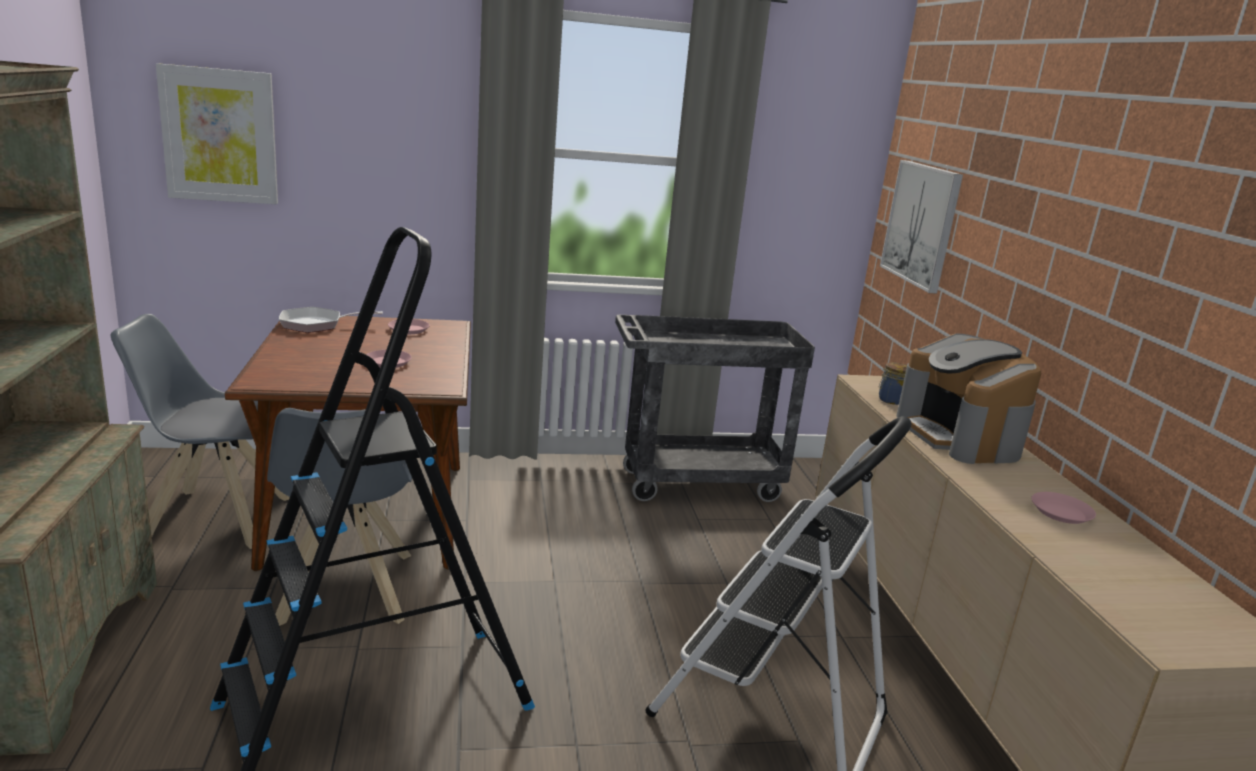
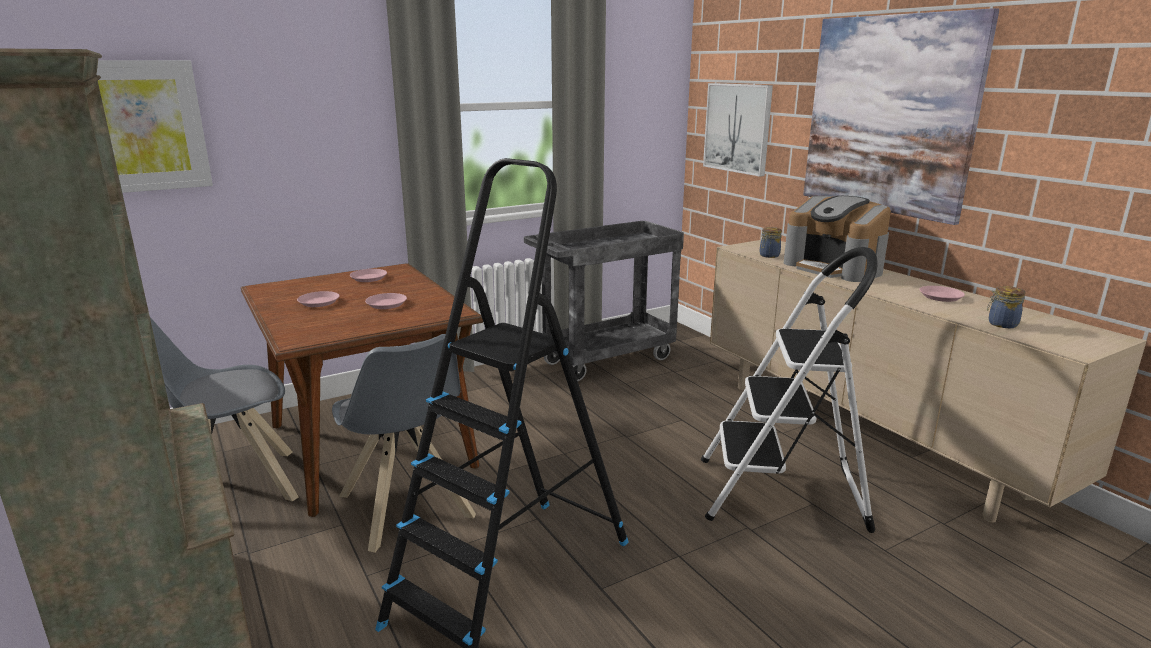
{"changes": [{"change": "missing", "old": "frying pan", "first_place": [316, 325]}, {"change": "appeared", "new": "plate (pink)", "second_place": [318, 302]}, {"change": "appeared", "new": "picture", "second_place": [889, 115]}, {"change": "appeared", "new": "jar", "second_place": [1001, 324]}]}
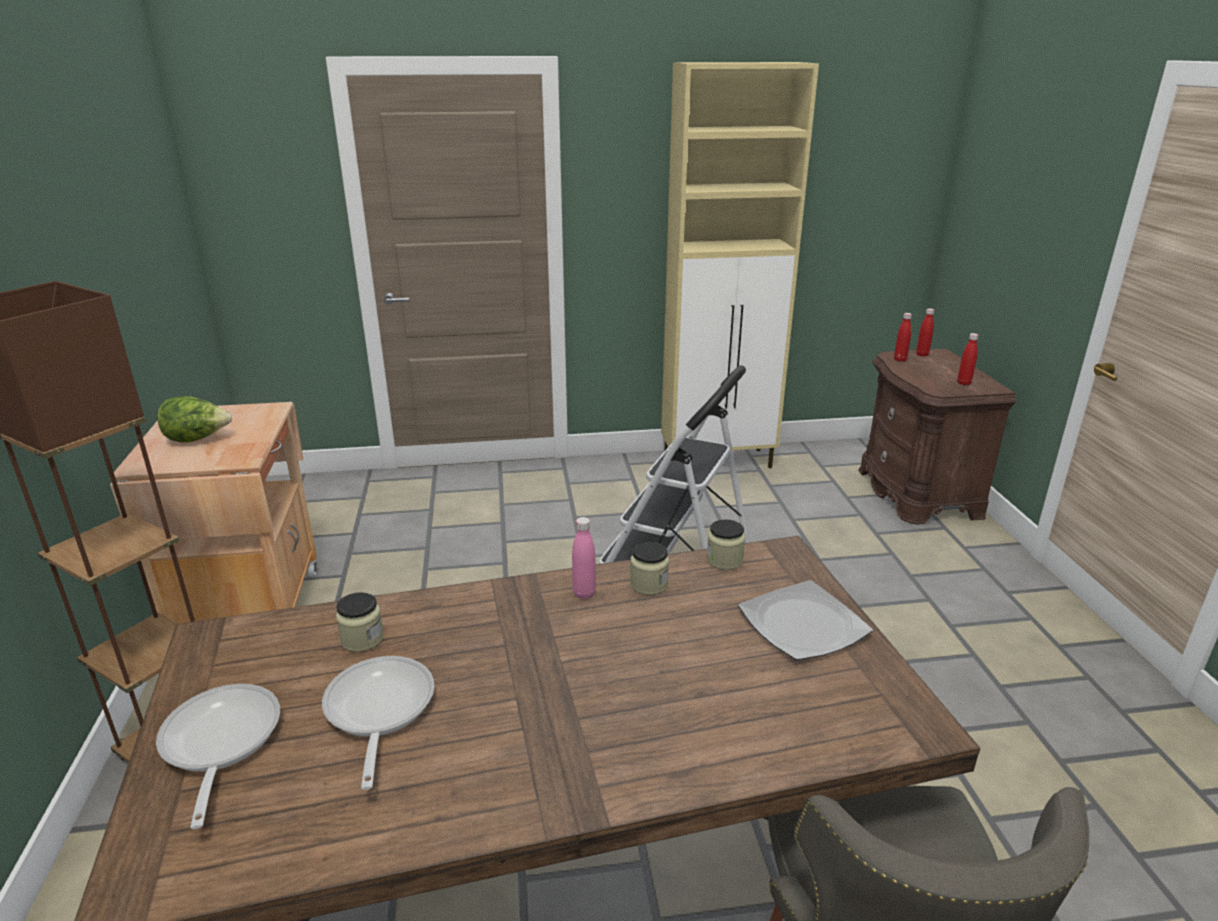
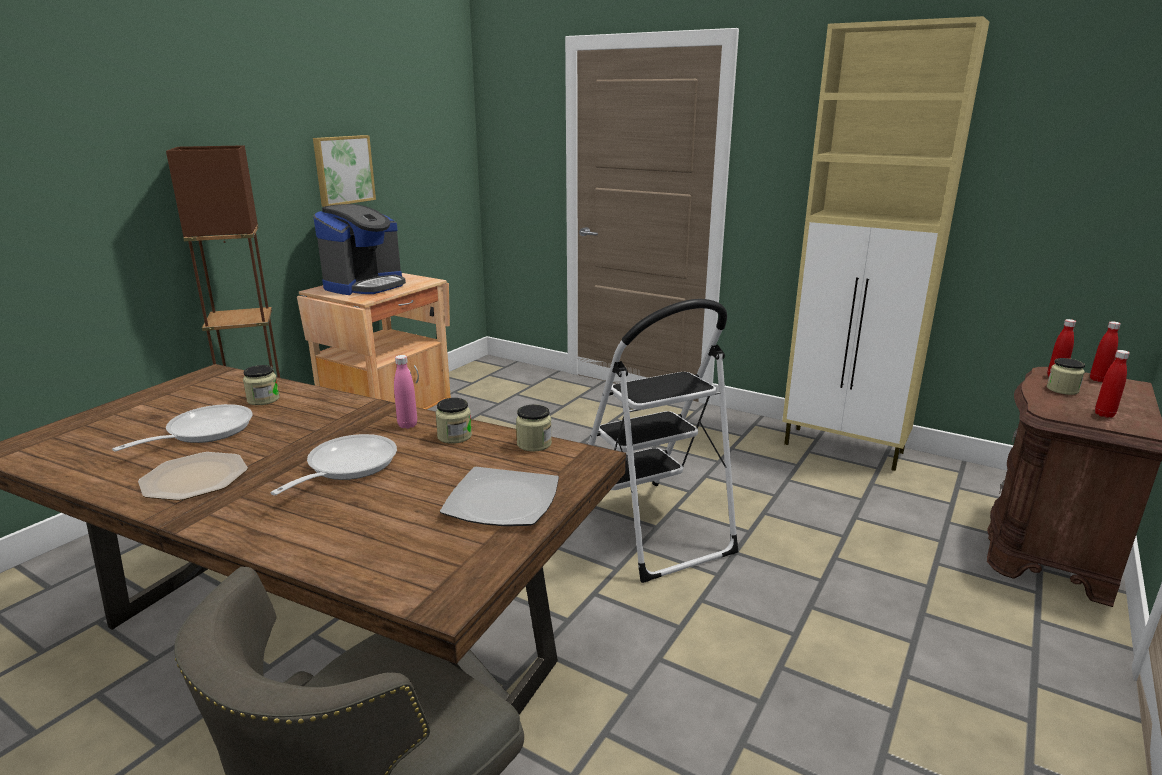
{"changes": [{"change": "appeared", "new": "plate", "second_place": [195, 478]}, {"change": "appeared", "new": "picture", "second_place": [343, 170]}, {"change": "appeared", "new": "jar", "second_place": [1062, 389]}, {"change": "relocated", "old": "frying pan", "first_place": [219, 744], "second_place": [346, 466]}, {"change": "exchanged", "old": "lettuce", "new": "coffee machine", "first_place": [198, 439], "second_place": [365, 285]}]}
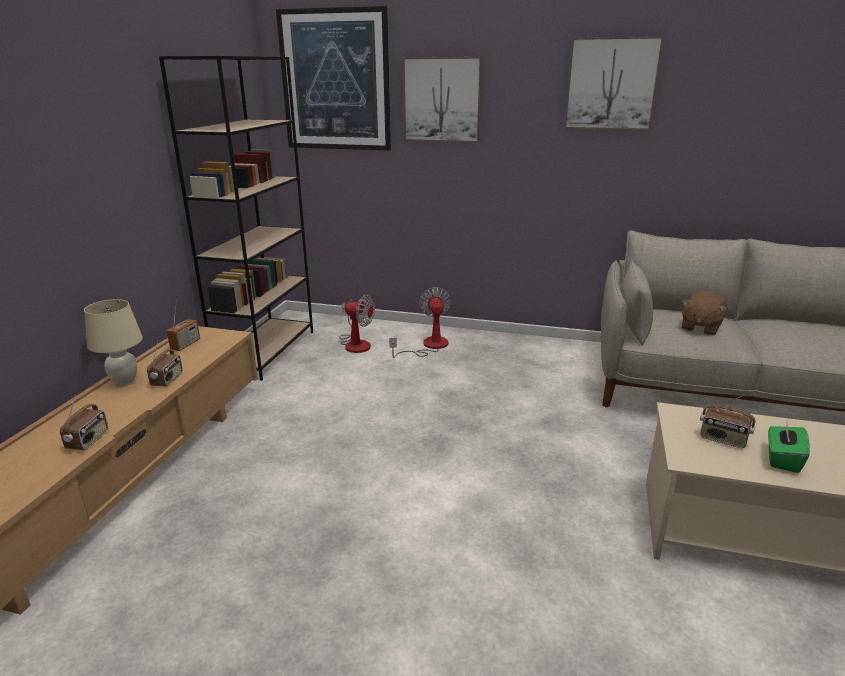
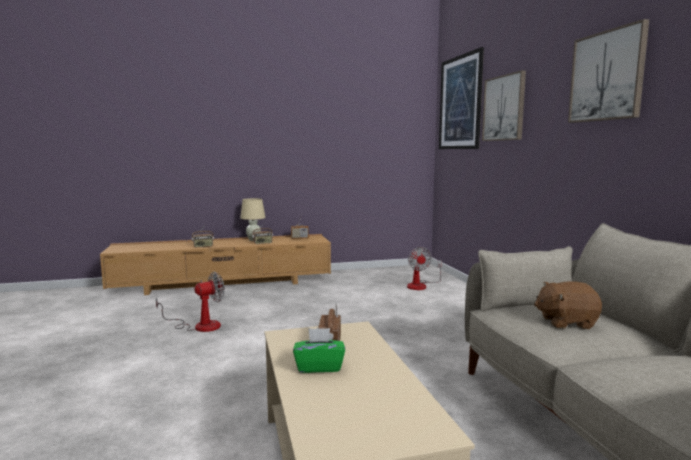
{"changes": [{"change": "missing", "old": "bookcase (beige)", "first_place": [266, 351]}, {"change": "relocated", "old": "fan", "first_place": [428, 346], "second_place": [199, 326]}]}
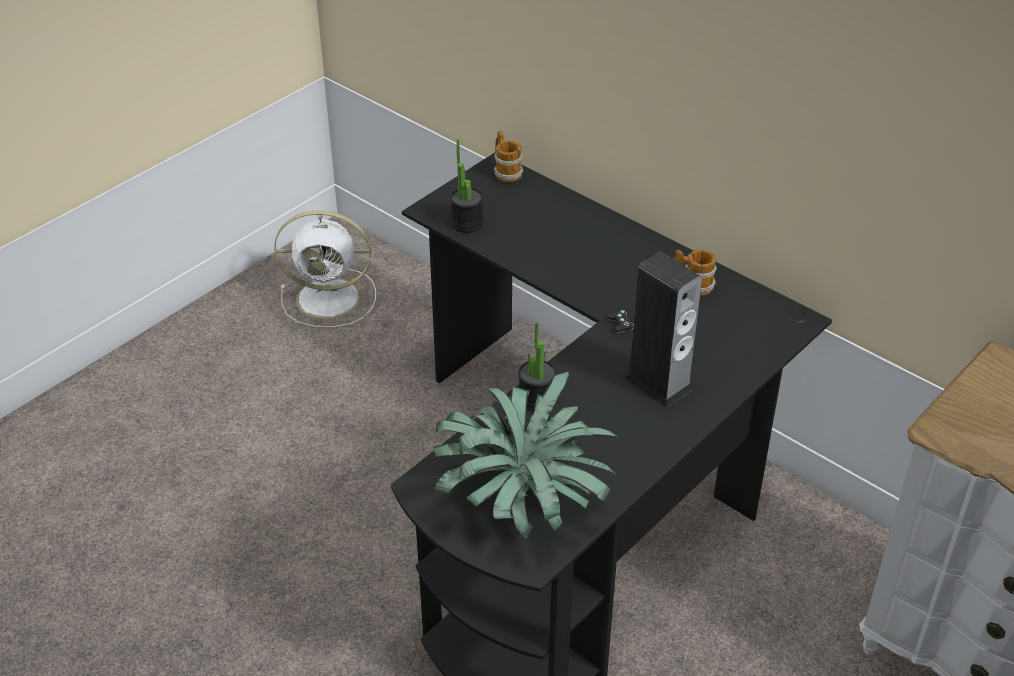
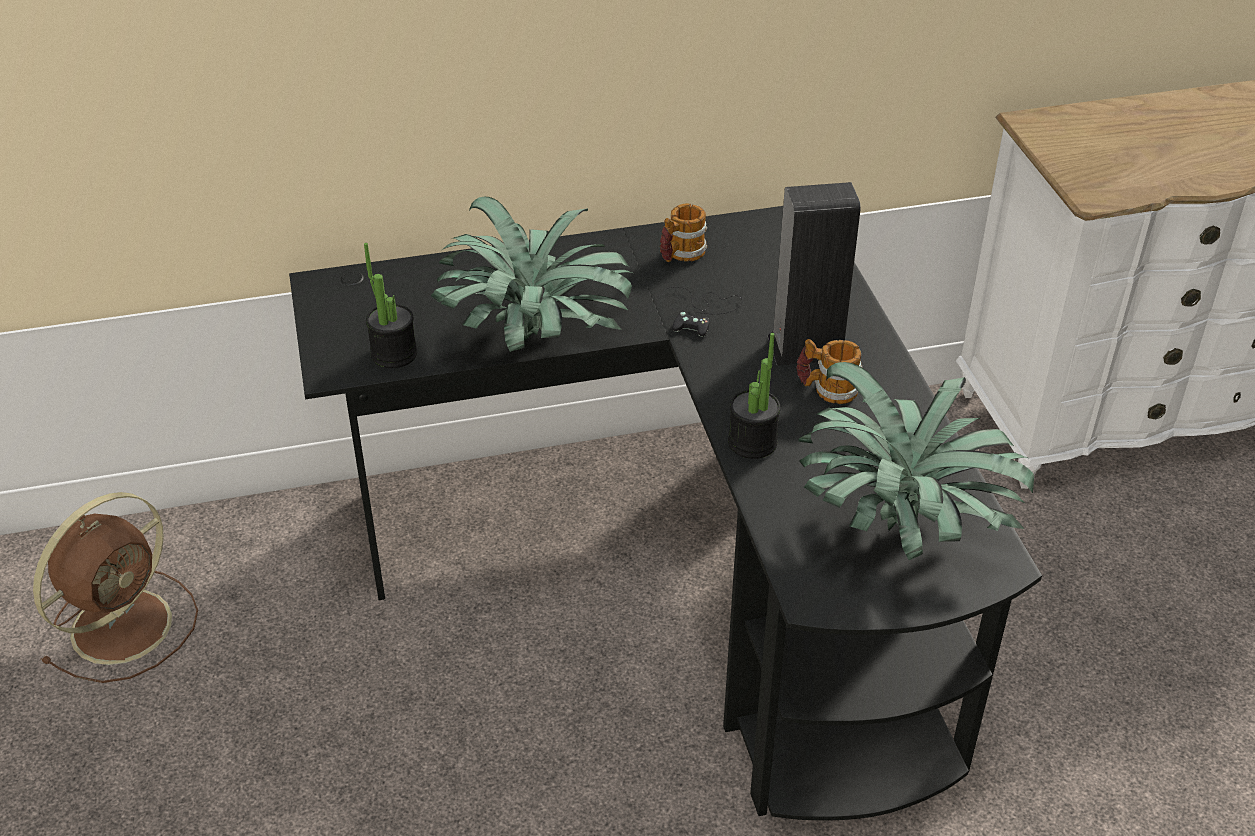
{"changes": [{"change": "appeared", "new": "potted plant", "second_place": [536, 338]}, {"change": "relocated", "old": "mug", "first_place": [506, 171], "second_place": [827, 389]}, {"change": "colour", "old": "fan (white)", "new": "fan (brown)", "first_place": [331, 298], "second_place": [125, 623]}]}
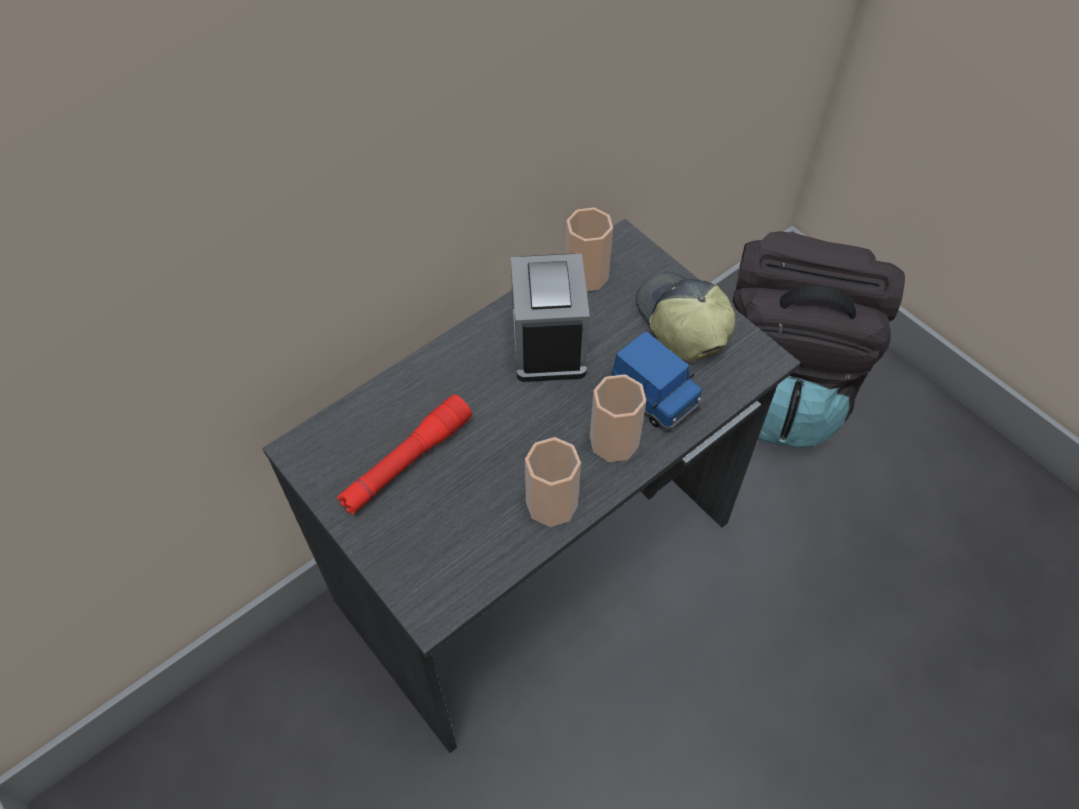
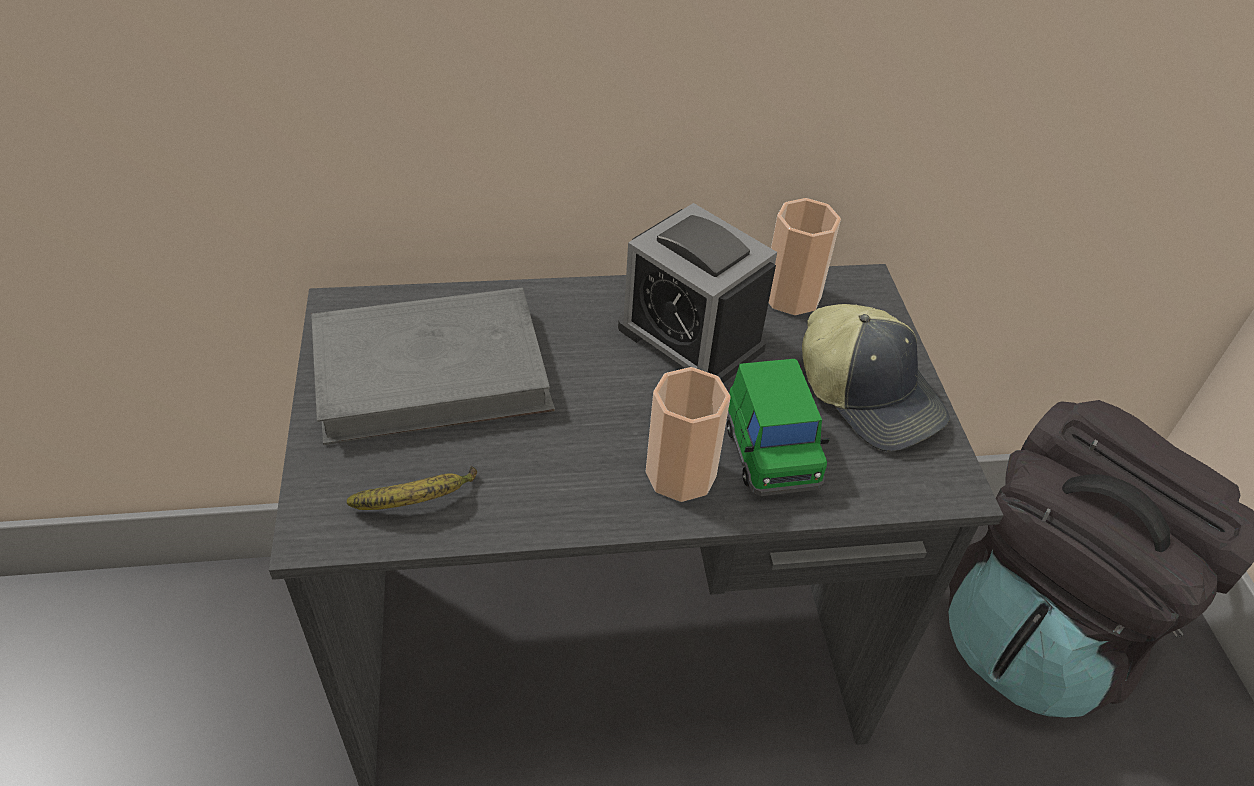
{"changes": [{"change": "missing", "old": "cup", "first_place": [551, 504]}, {"change": "appeared", "new": "banana", "second_place": [418, 502]}, {"change": "exchanged", "old": "flashlight (red)", "new": "book (grey)", "first_place": [407, 462], "second_place": [432, 372]}, {"change": "colour", "old": "toy car (blue)", "new": "toy car (green)", "first_place": [654, 397], "second_place": [770, 453]}, {"change": "spun", "old": "alarm clock", "first_place": [548, 341], "second_place": [691, 337], "degrees": -75}, {"change": "spun", "old": "cap", "first_place": [681, 323], "second_place": [869, 395], "degrees": 135}]}
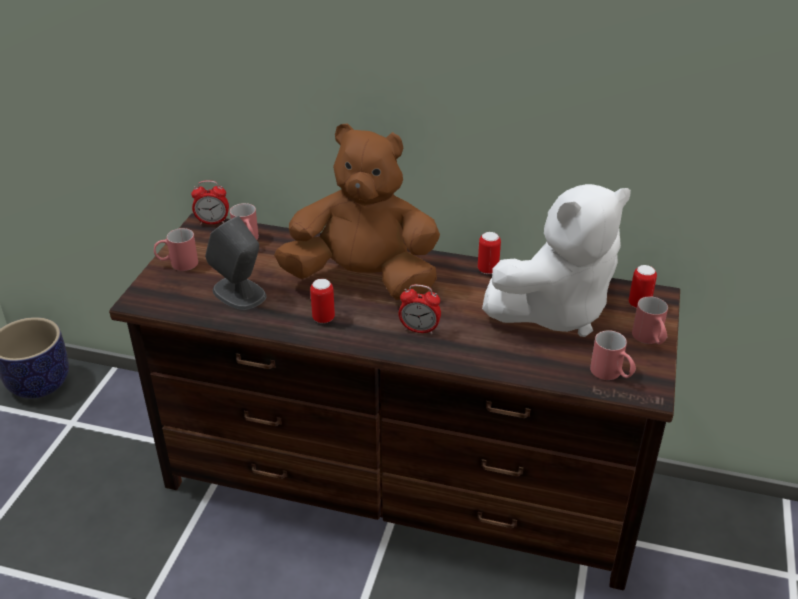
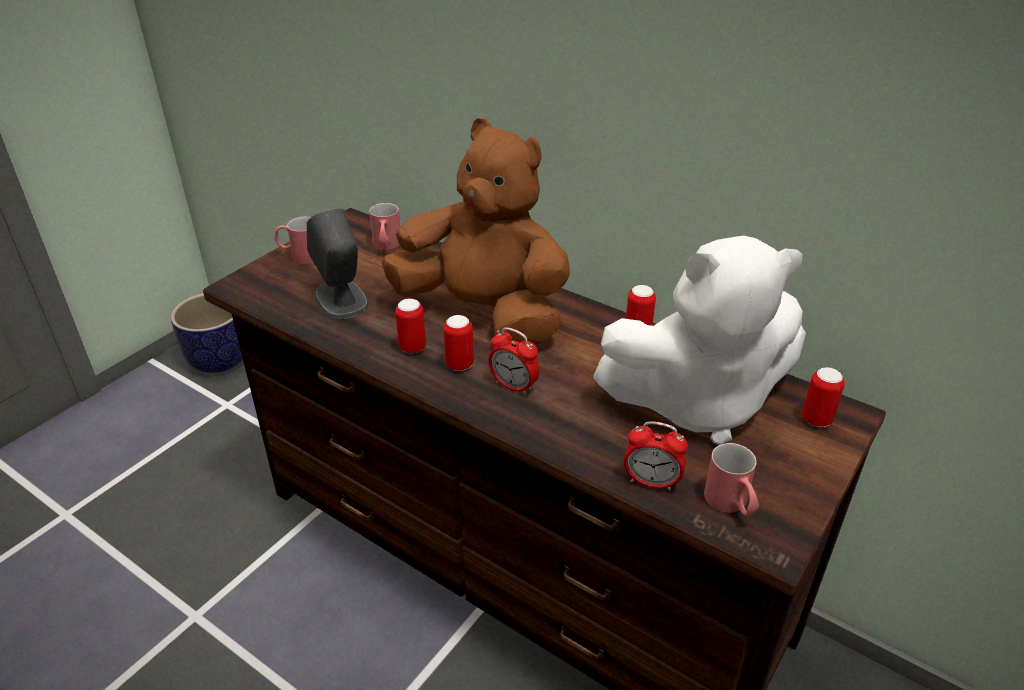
{"changes": [{"change": "missing", "old": "mug (red)", "first_place": [650, 340]}, {"change": "appeared", "new": "can", "second_place": [459, 365]}, {"change": "relocated", "old": "alarm clock", "first_place": [213, 222], "second_place": [651, 482]}]}
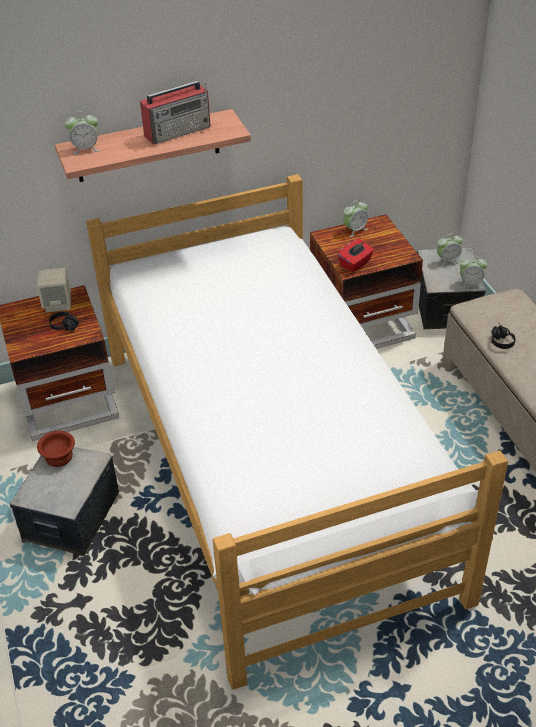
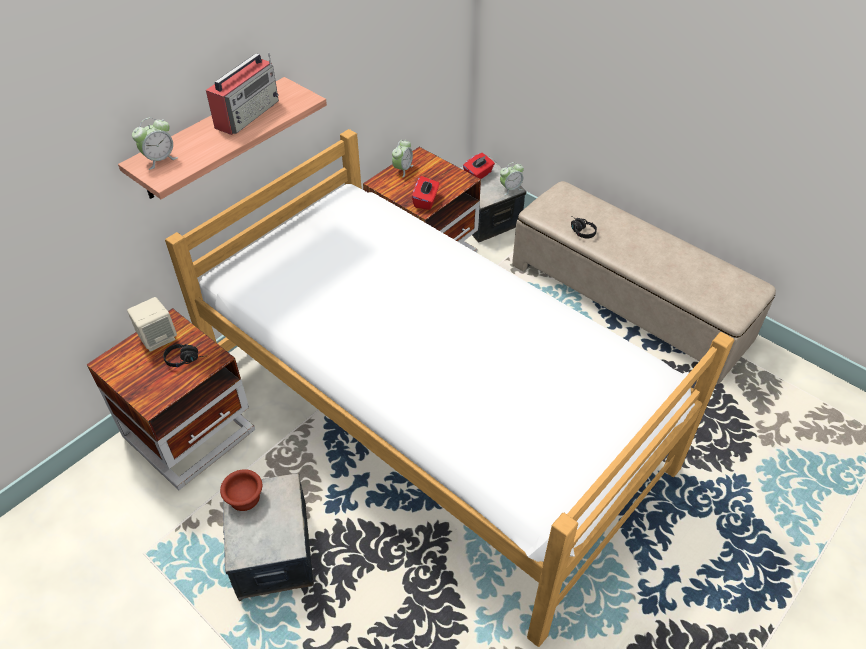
{"changes": [{"change": "exchanged", "old": "alarm clock", "new": "tissue box (red)", "first_place": [447, 261], "second_place": [478, 174]}]}
